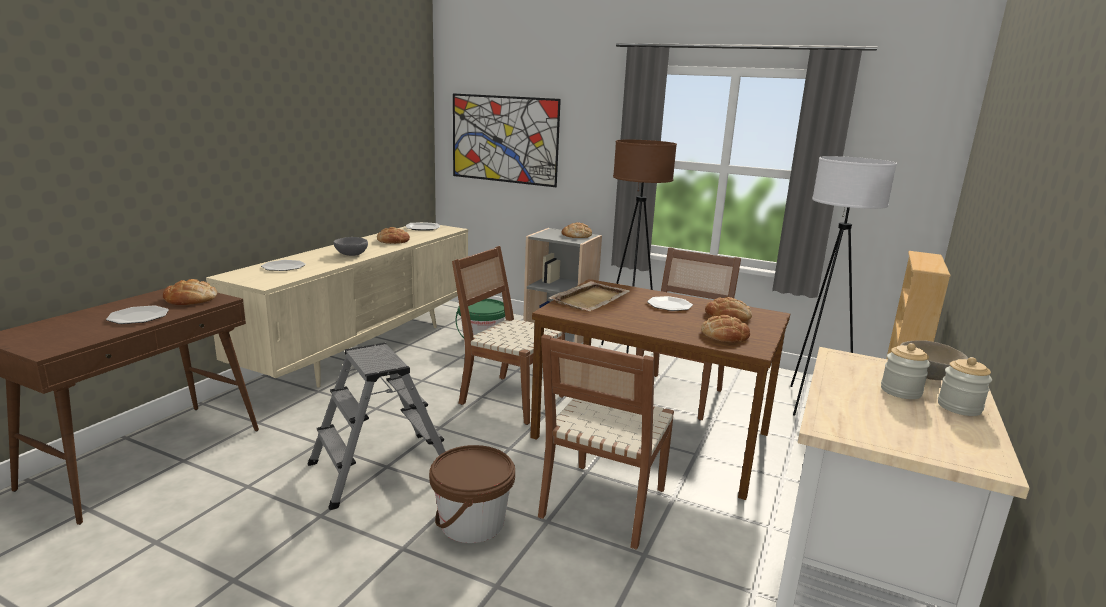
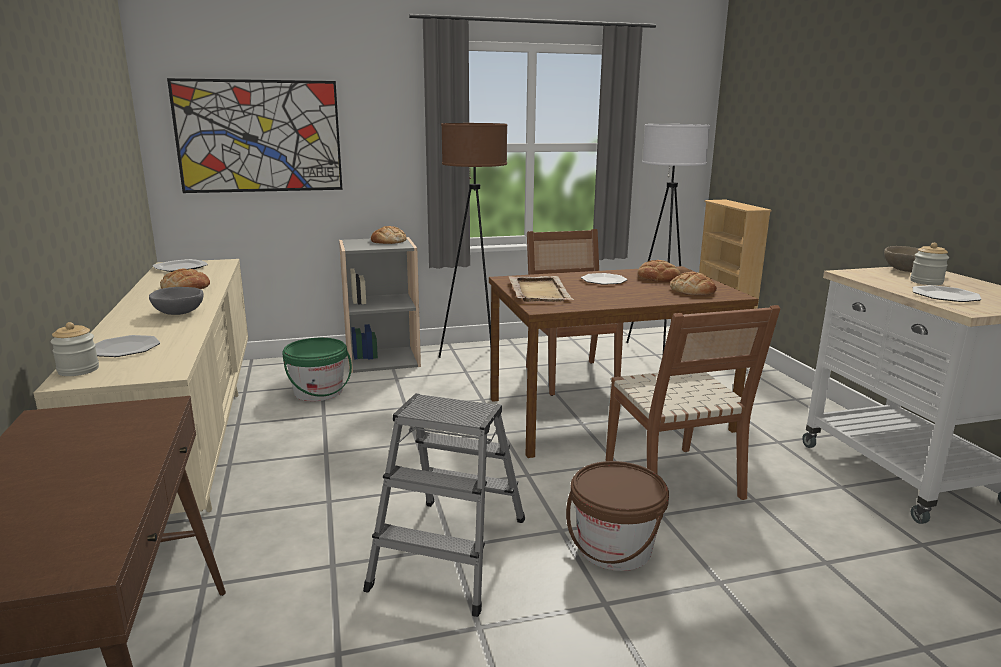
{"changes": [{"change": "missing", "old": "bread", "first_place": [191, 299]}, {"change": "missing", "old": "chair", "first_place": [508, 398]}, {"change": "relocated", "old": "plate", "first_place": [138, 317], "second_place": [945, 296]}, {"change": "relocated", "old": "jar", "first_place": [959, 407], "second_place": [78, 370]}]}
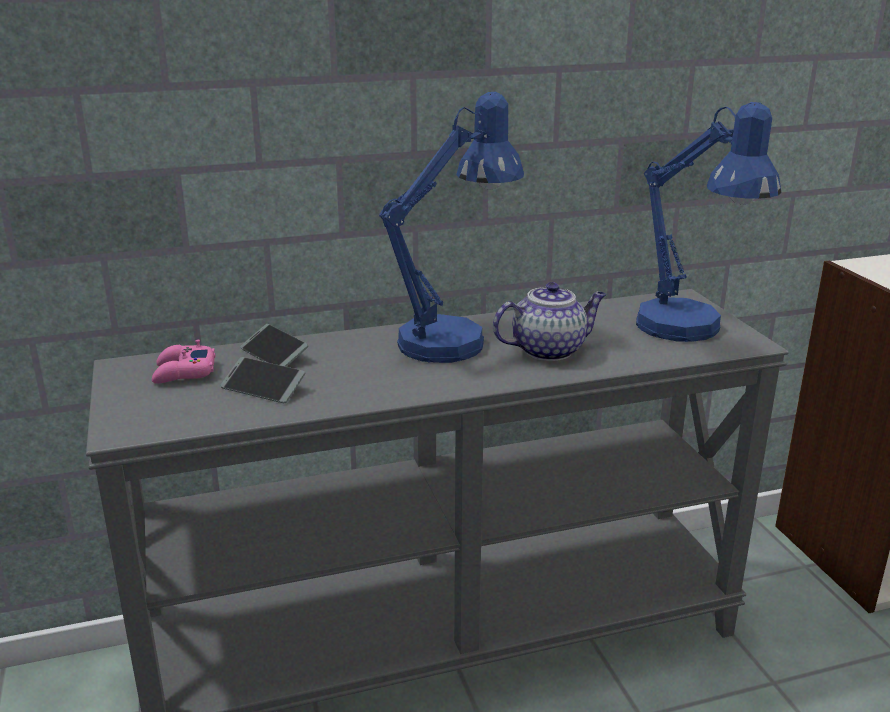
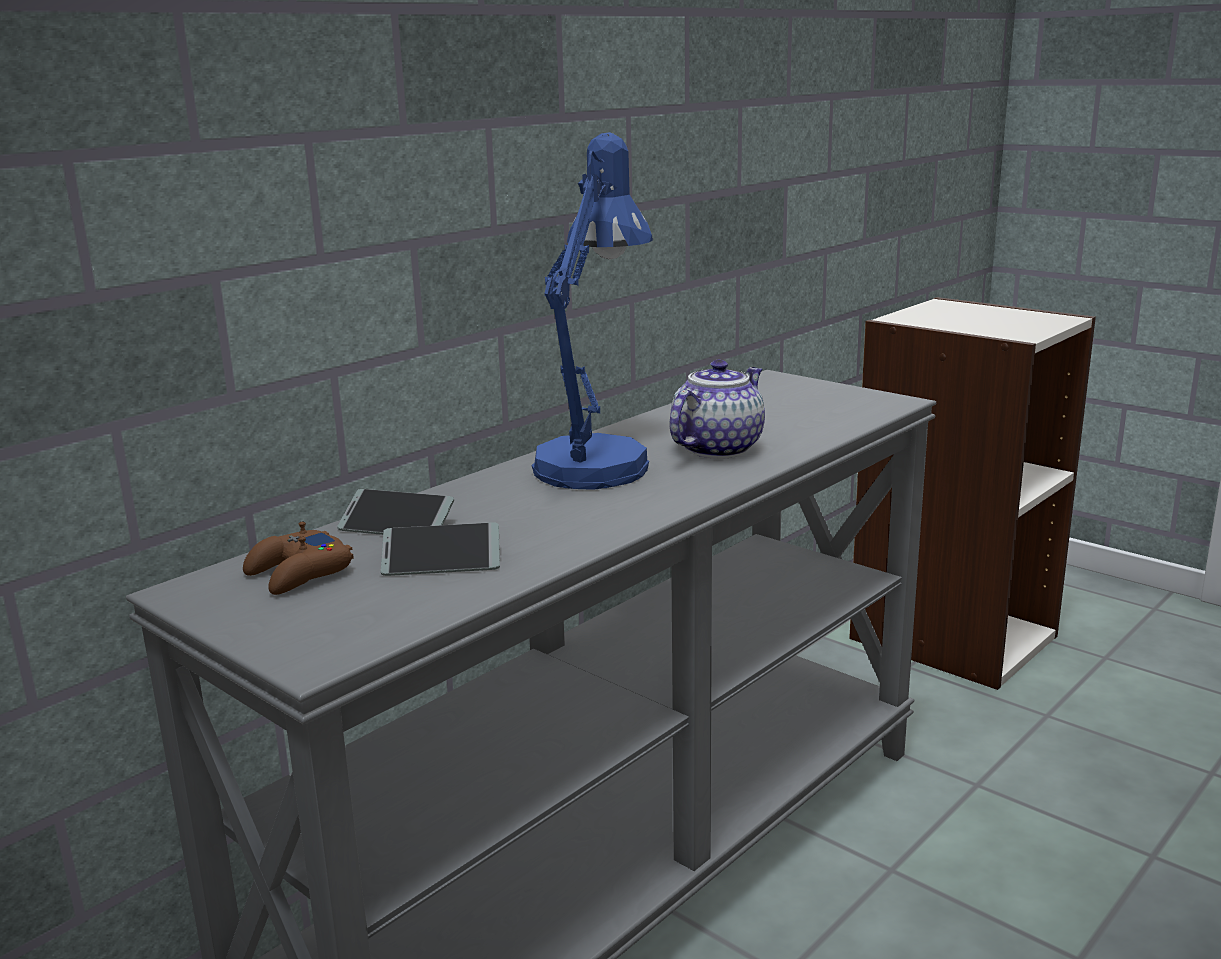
{"changes": [{"change": "missing", "old": "table lamp (blue)", "first_place": [690, 331]}, {"change": "colour", "old": "game controller (pink)", "new": "game controller (brown)", "first_place": [183, 372], "second_place": [298, 573]}]}
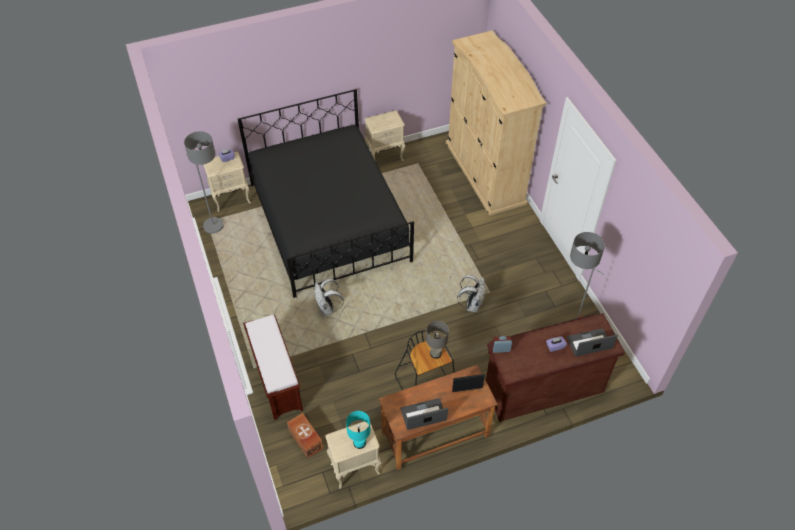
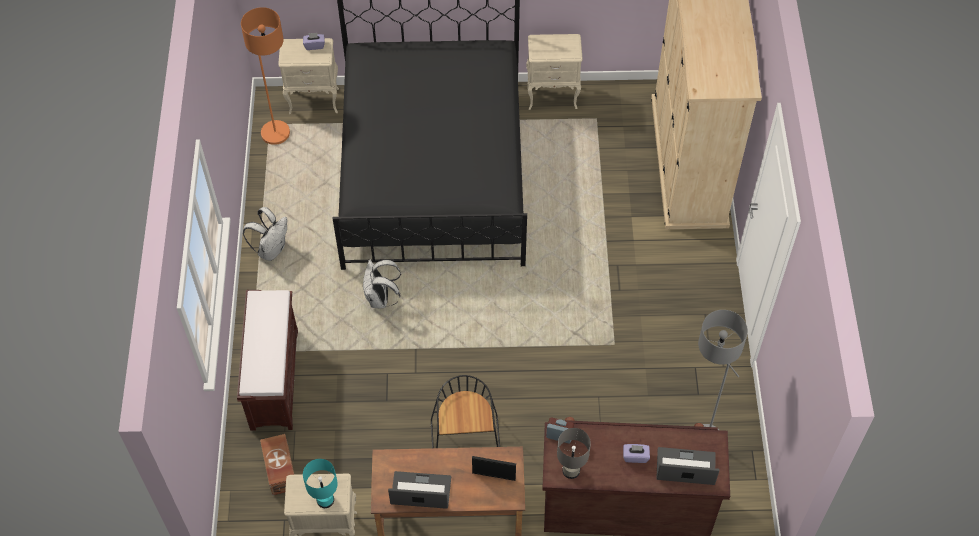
{"changes": [{"change": "relocated", "old": "table lamp (grey)", "first_place": [436, 353], "second_place": [571, 470]}, {"change": "relocated", "old": "backpack (white)", "first_place": [472, 304], "second_place": [271, 249]}, {"change": "colour", "old": "floor lamp (grey)", "new": "floor lamp (orange)", "first_place": [218, 228], "second_place": [281, 138]}]}
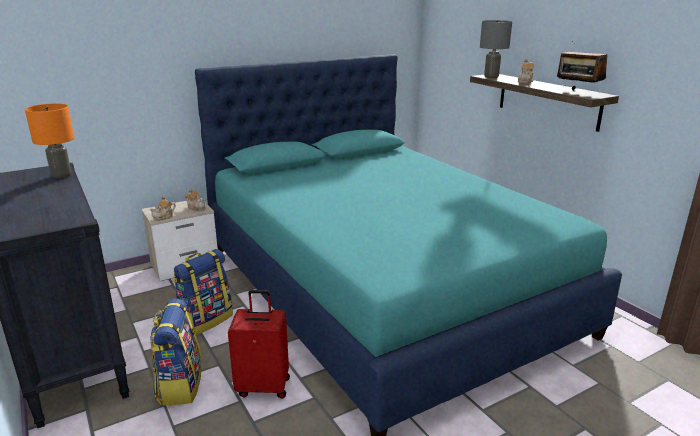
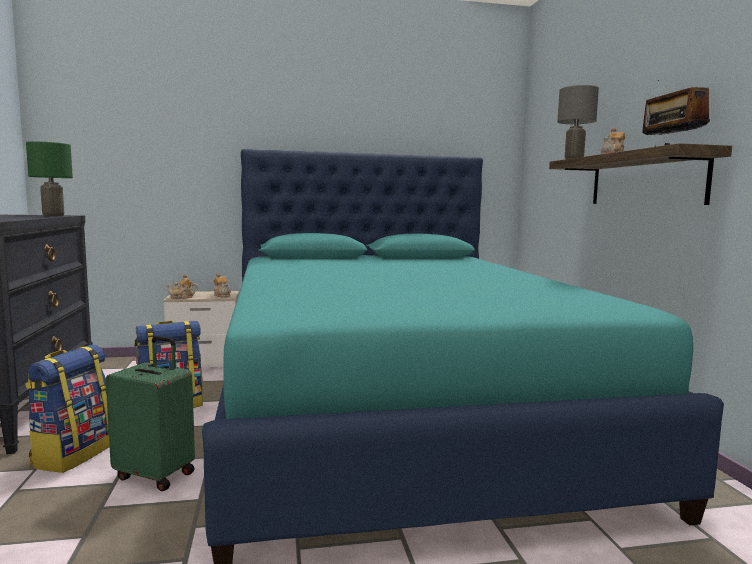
{"changes": [{"change": "colour", "old": "table lamp (orange)", "new": "table lamp (green)", "first_place": [62, 176], "second_place": [53, 216]}, {"change": "colour", "old": "suitcase (red)", "new": "suitcase (green)", "first_place": [264, 386], "second_place": [156, 474]}]}
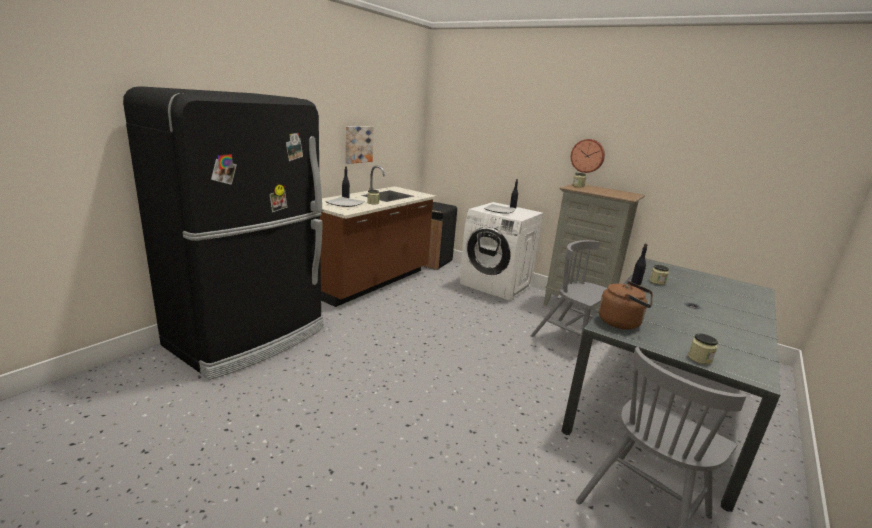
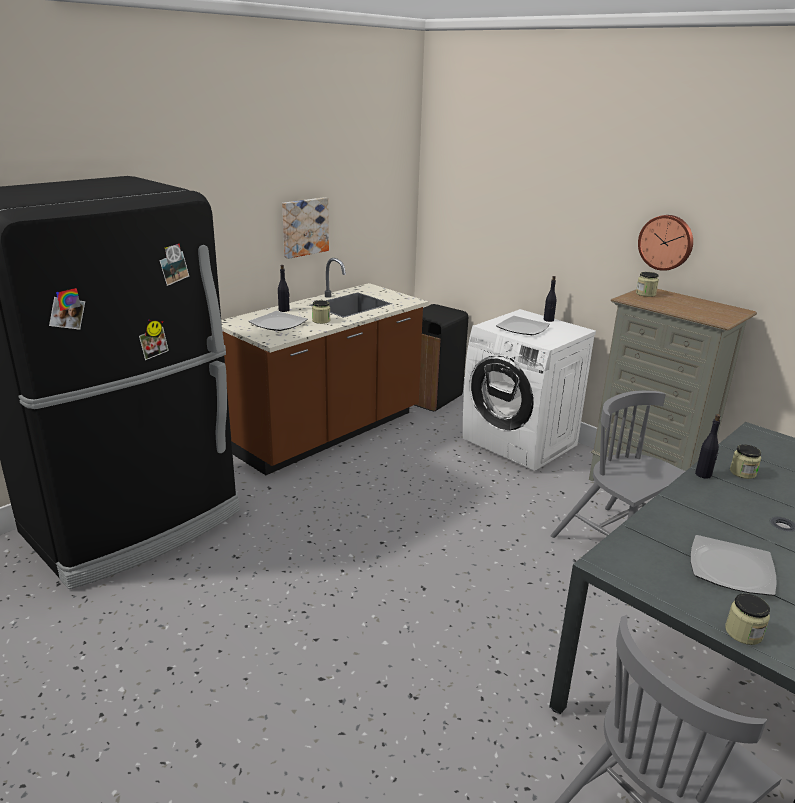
{"changes": [{"change": "missing", "old": "kettle (brown)", "first_place": [622, 323]}, {"change": "appeared", "new": "plate", "second_place": [730, 569]}]}
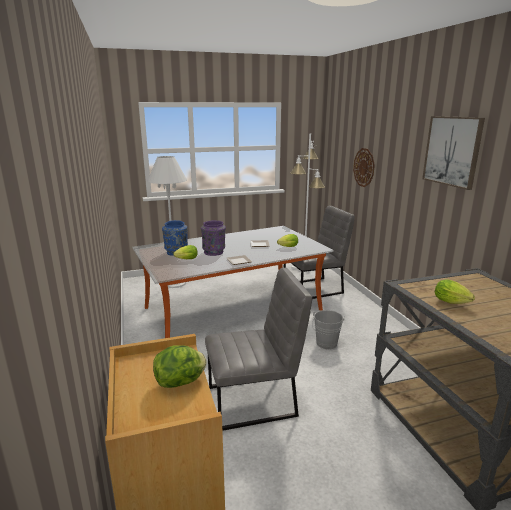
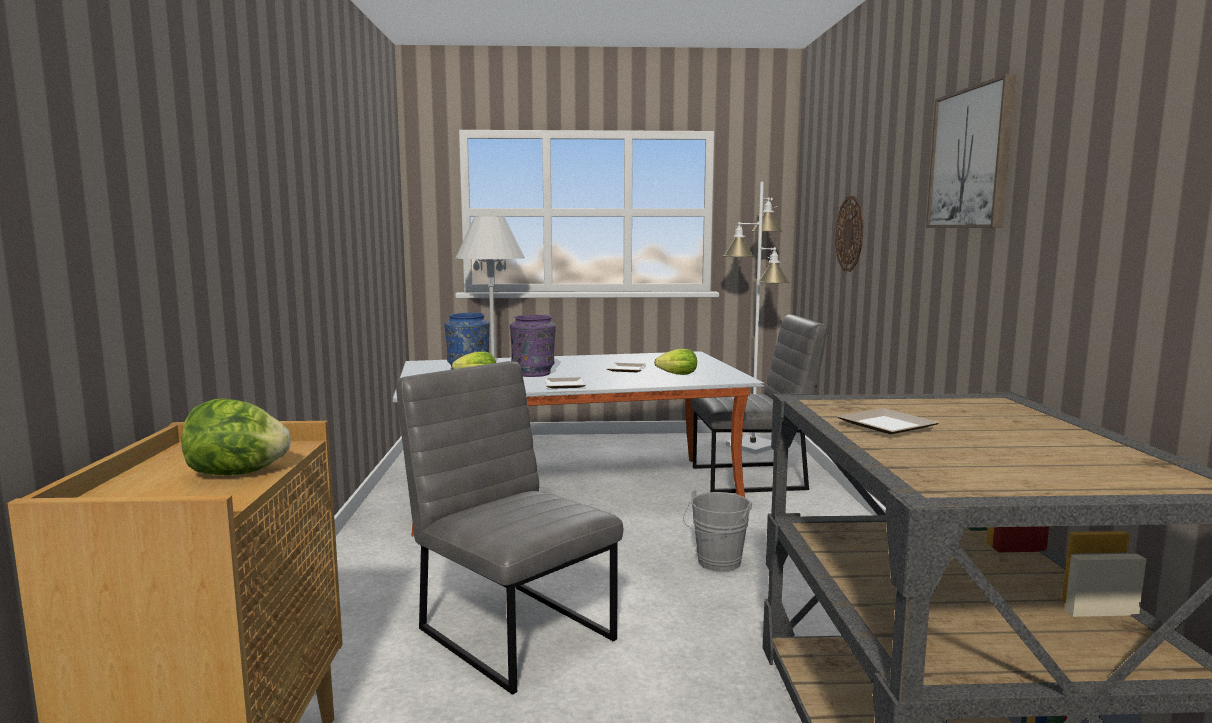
{"changes": [{"change": "exchanged", "old": "lettuce", "new": "plate", "first_place": [453, 303], "second_place": [886, 425]}, {"change": "spun", "old": "chair (grey)", "first_place": [254, 401], "second_place": [514, 631], "degrees": -135}]}
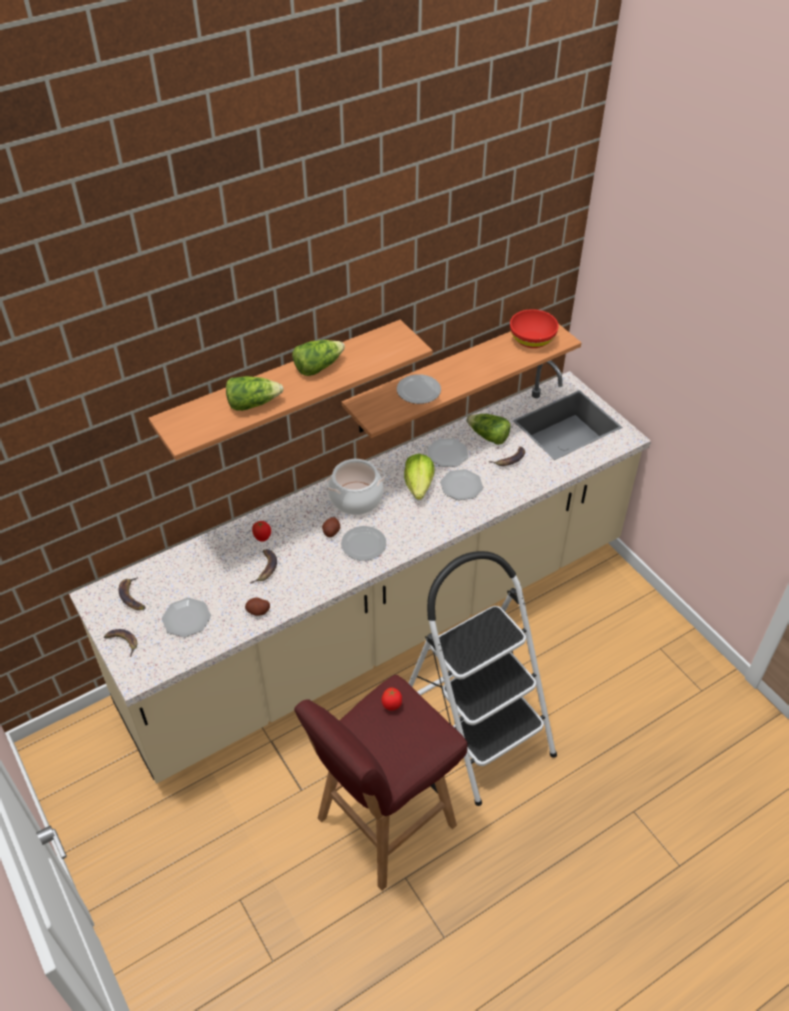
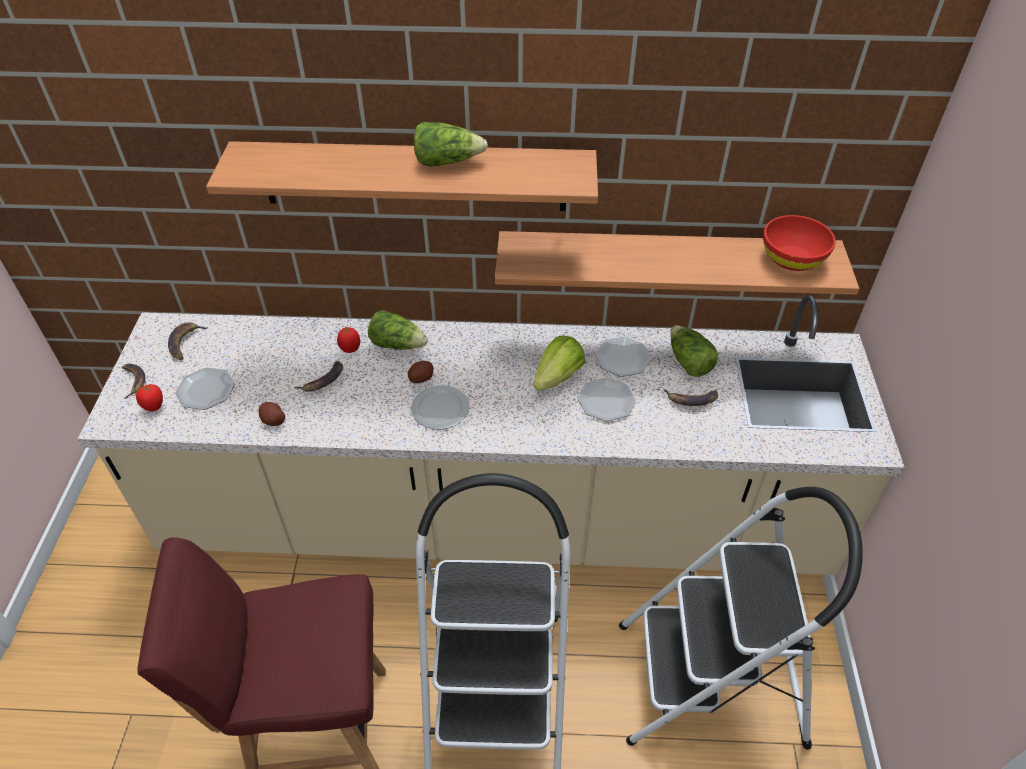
{"changes": [{"change": "missing", "old": "cooking pot", "first_place": [355, 498]}, {"change": "missing", "old": "plate", "first_place": [418, 391]}, {"change": "appeared", "new": "step ladder", "second_place": [716, 685]}, {"change": "relocated", "old": "lettuce", "first_place": [253, 403], "second_place": [398, 344]}, {"change": "relocated", "old": "tomato", "first_place": [392, 705], "second_place": [154, 407]}]}
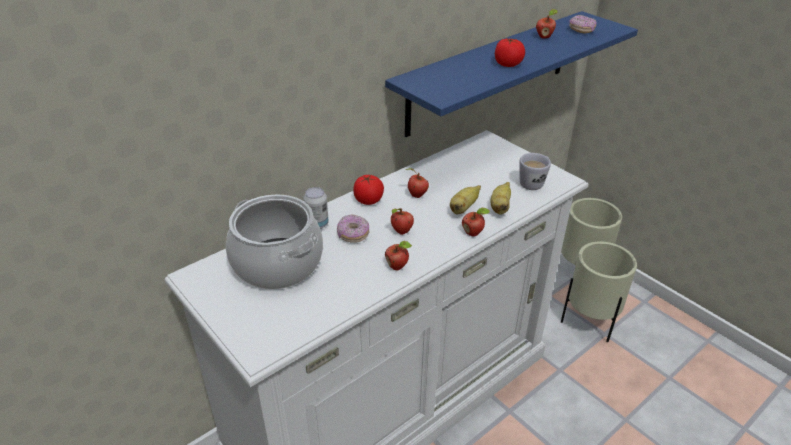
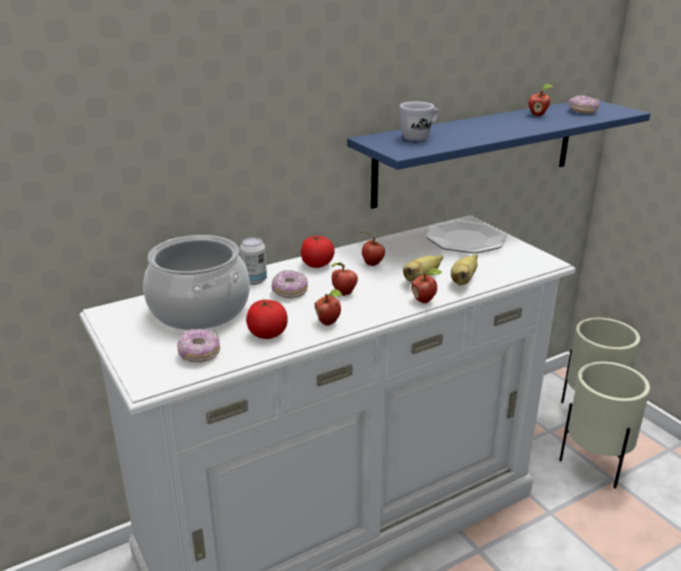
{"changes": [{"change": "appeared", "new": "donut", "second_place": [199, 354]}, {"change": "appeared", "new": "plate", "second_place": [465, 239]}, {"change": "relocated", "old": "tomato", "first_place": [508, 64], "second_place": [267, 334]}, {"change": "relocated", "old": "mug (white)", "first_place": [534, 182], "second_place": [420, 137]}]}
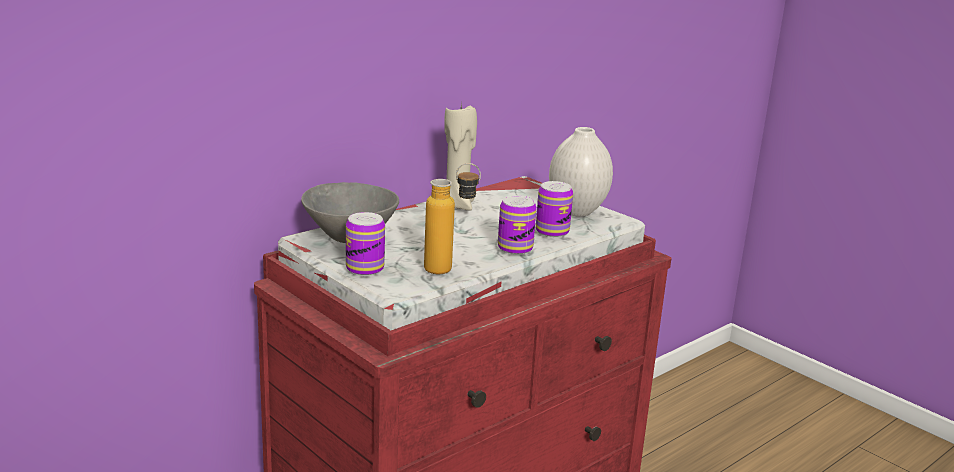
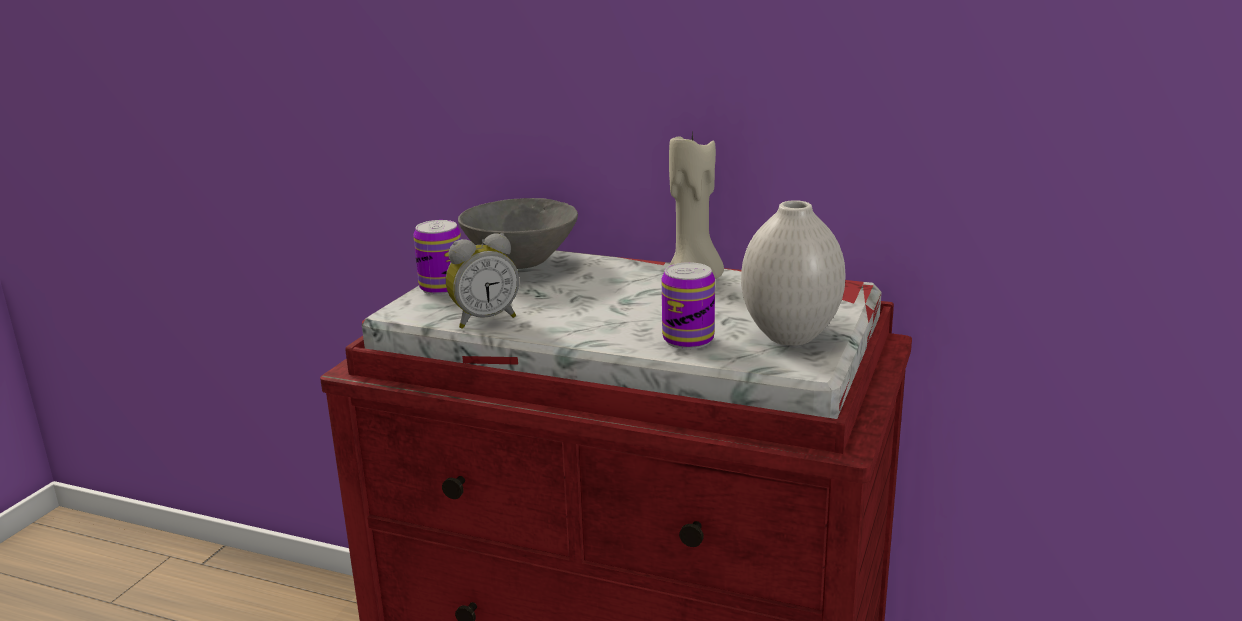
{"changes": [{"change": "missing", "old": "can", "first_place": [515, 248]}, {"change": "exchanged", "old": "bottle", "new": "alarm clock", "first_place": [449, 270], "second_place": [484, 319]}]}
